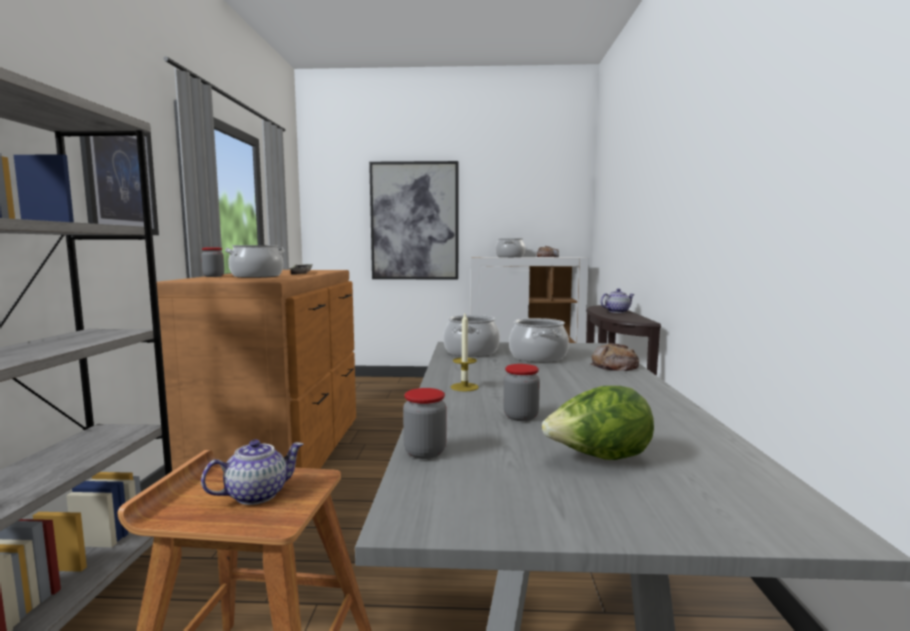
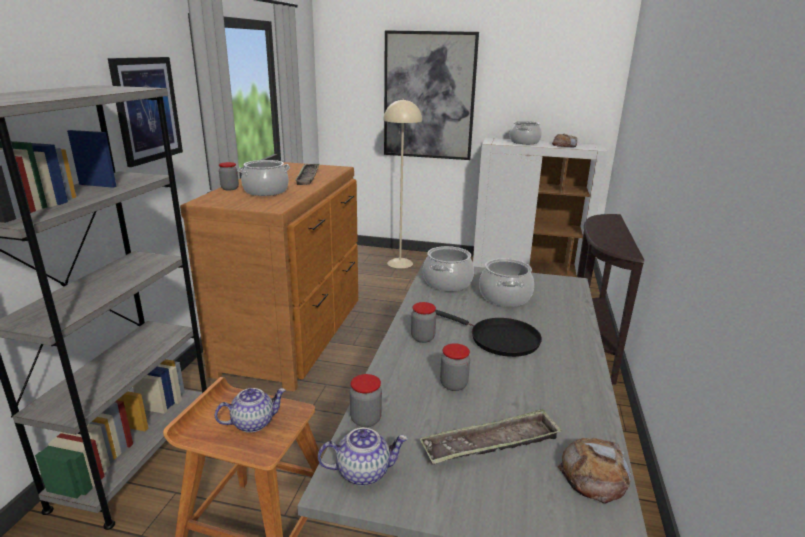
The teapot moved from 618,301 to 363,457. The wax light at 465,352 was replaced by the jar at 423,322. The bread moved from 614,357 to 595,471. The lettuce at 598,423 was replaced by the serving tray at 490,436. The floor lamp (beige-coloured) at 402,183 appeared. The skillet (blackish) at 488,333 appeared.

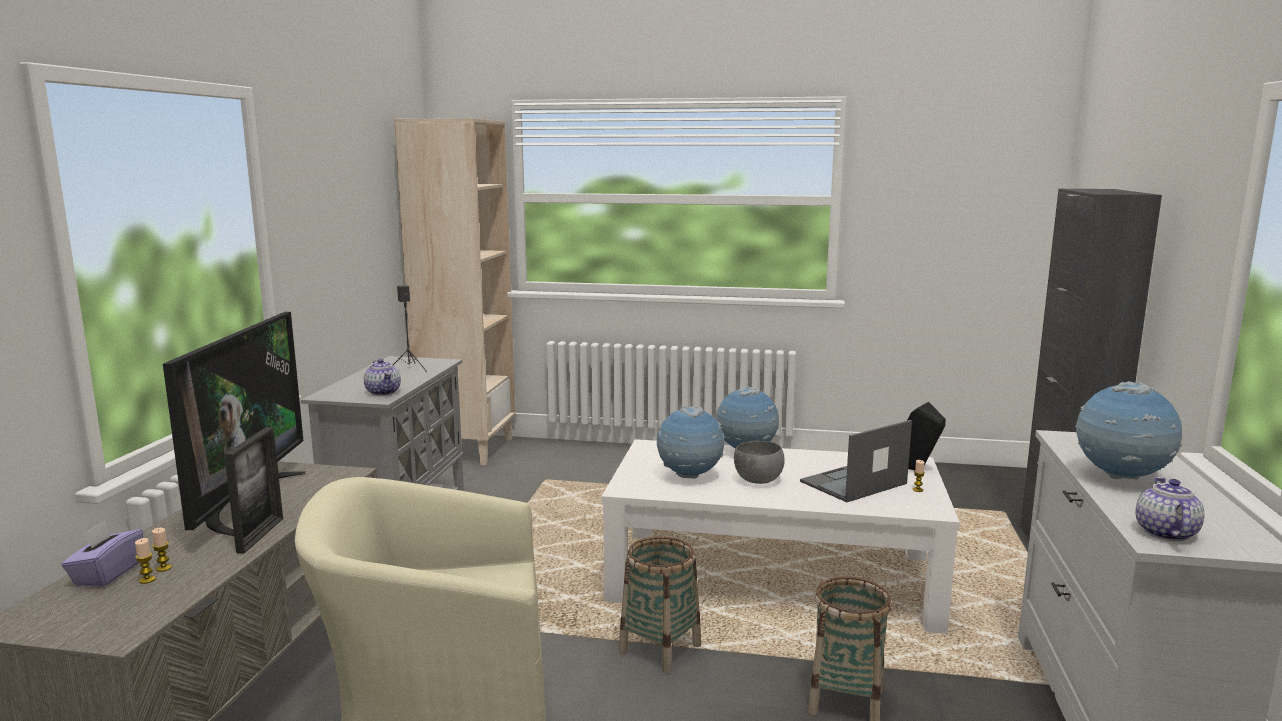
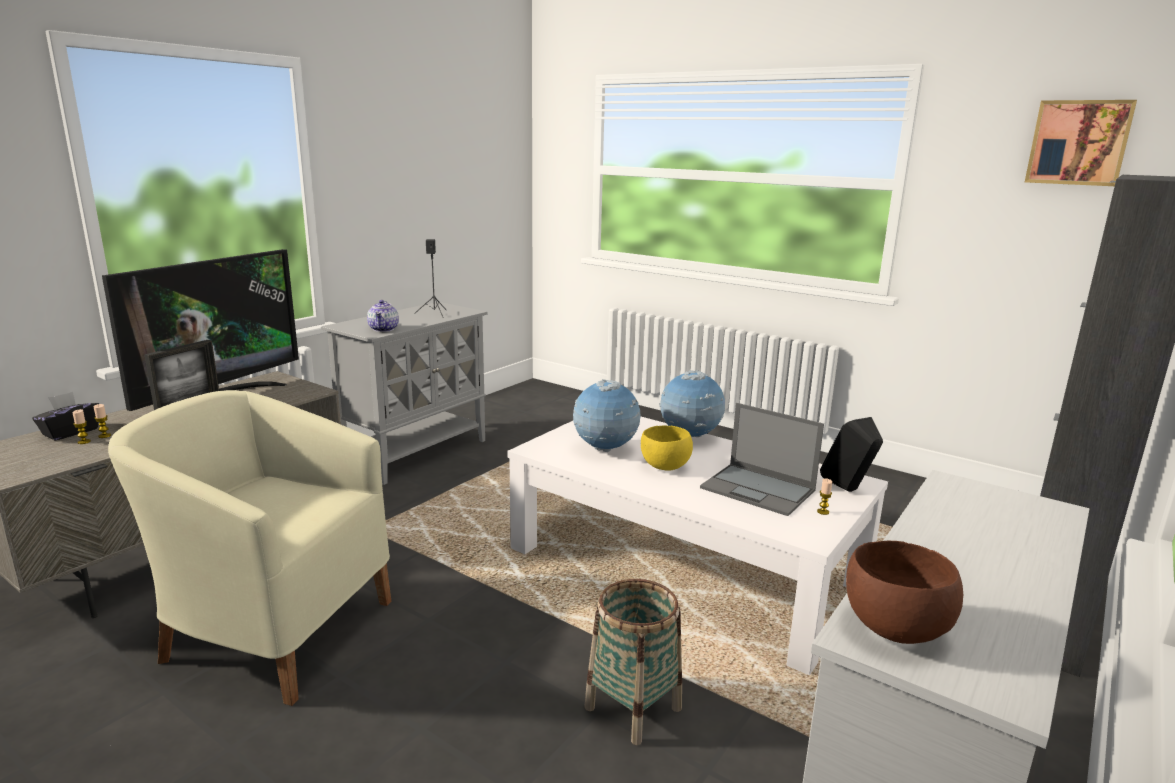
The bookshelf (beige-coloured) at 455,291 disappeared. The desk globe at 1128,430 disappeared. The laptop at 856,461 turned 135 degrees counterclockwise. The serving bowl (grey) at 759,462 became the serving bowl (yellow) at 667,448. The teapot at 1170,509 was replaced by the serving bowl (brown) at 904,592. The box of tissues (purplish) at 102,553 became the box of tissues (blackish) at 65,416. The storage basket at 660,604 disappeared. The picture at 1081,143 appeared.

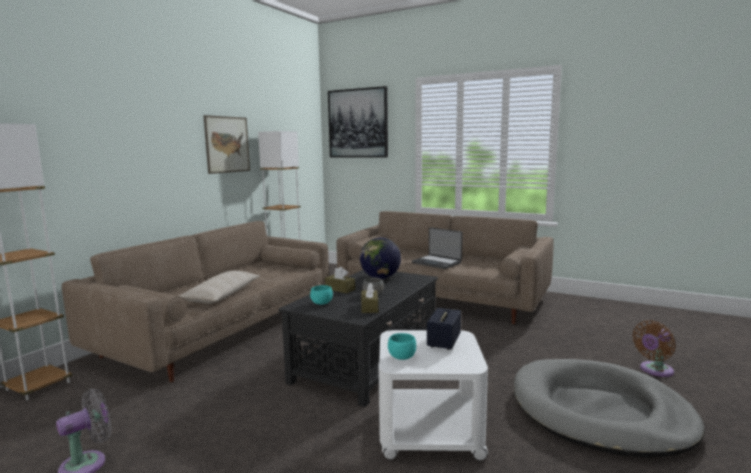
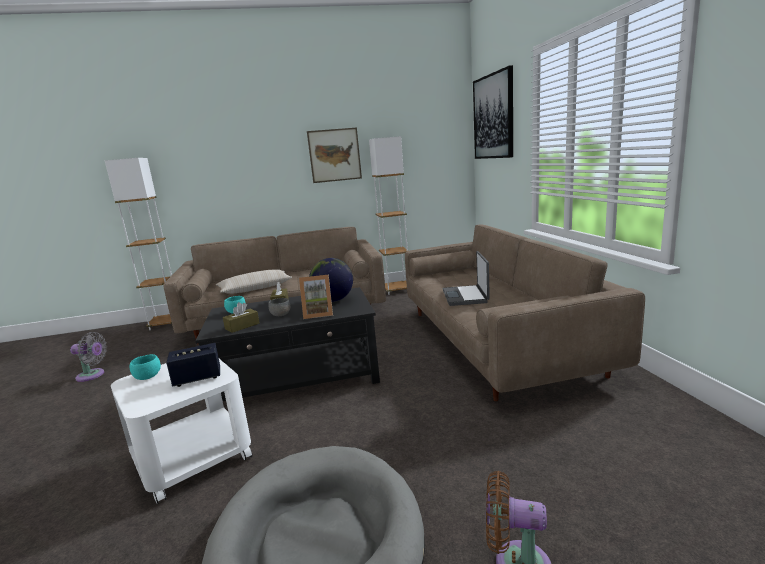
The photo frame at 316,297 appeared.

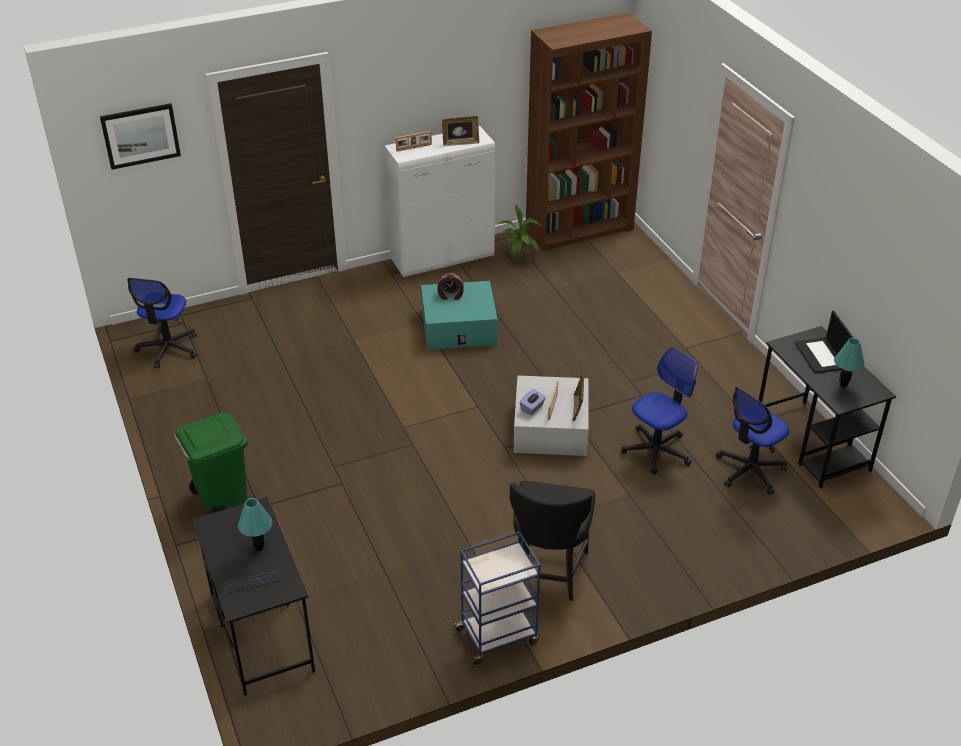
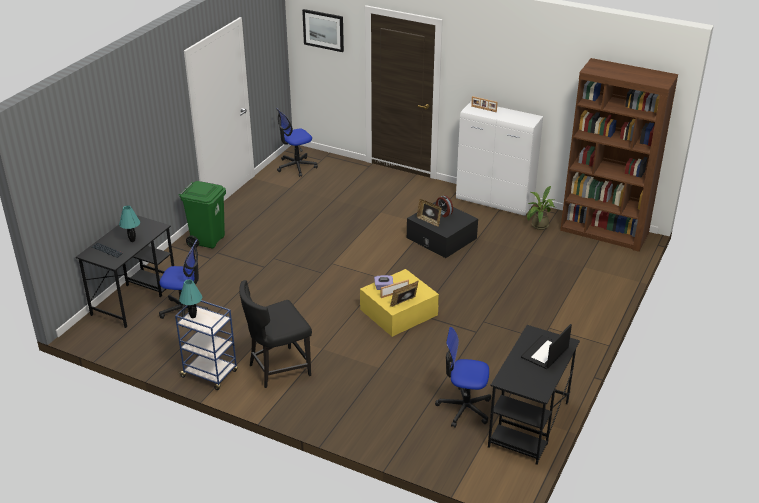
The photo frame moved from 460,131 to 429,213. The storage bin (turquoise) at 459,315 became the storage bin (blackish) at 442,230. The tabletop lamp (turquoise) moved from 849,362 to 190,298. The office chair moved from 659,411 to 185,279. The storage bin (whitish) at 551,415 became the storage bin (yellow) at 399,303.

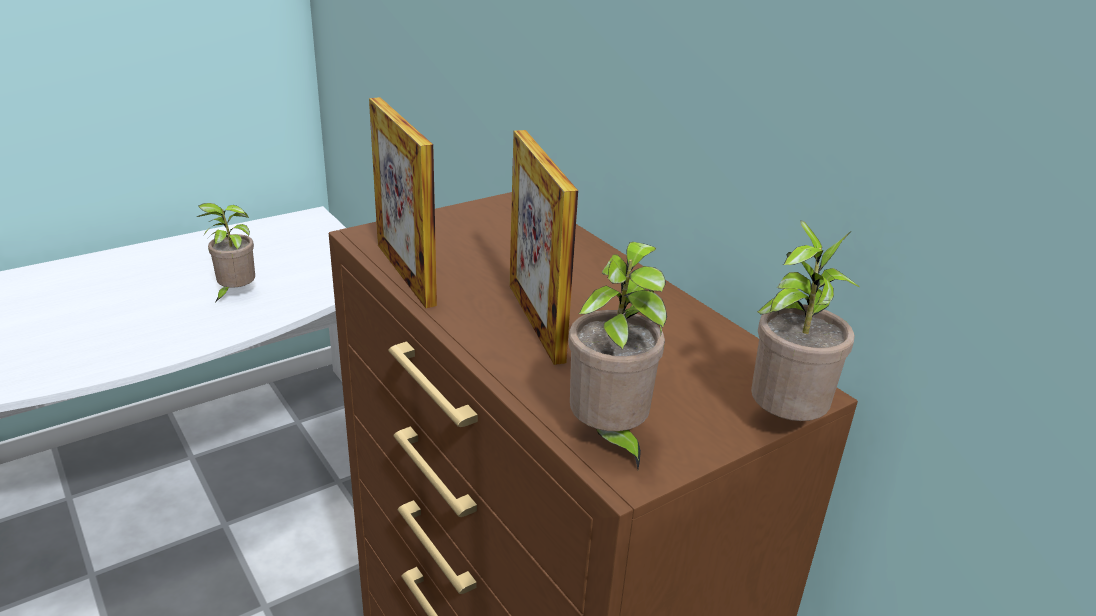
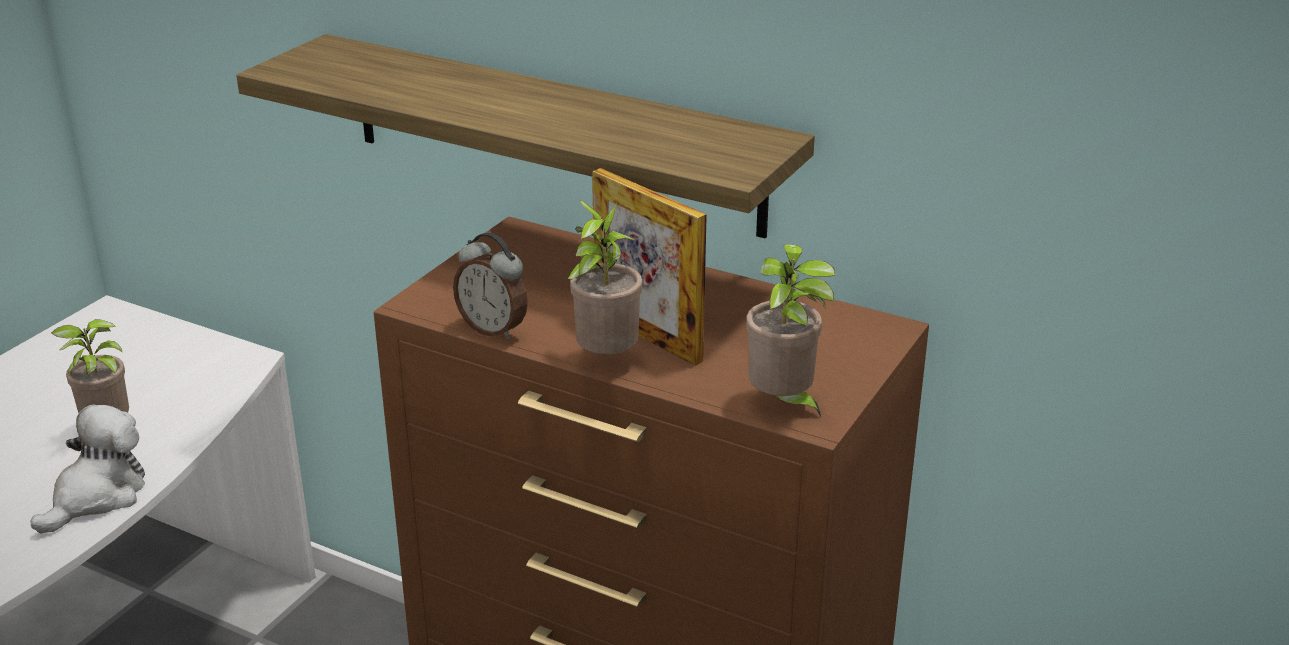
The photo frame at 403,202 was replaced by the bedside clock at 490,286. The plant in a pot moved from 806,320 to 605,277. The wall shelf at 525,136 appeared. The soft toy at 88,469 appeared.

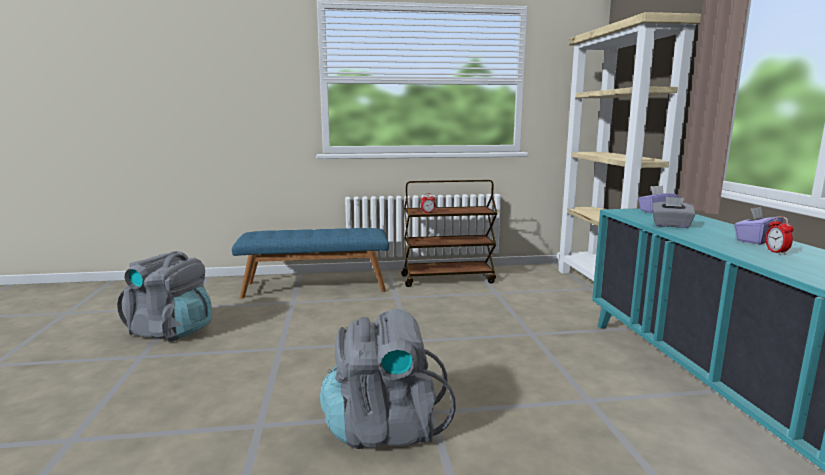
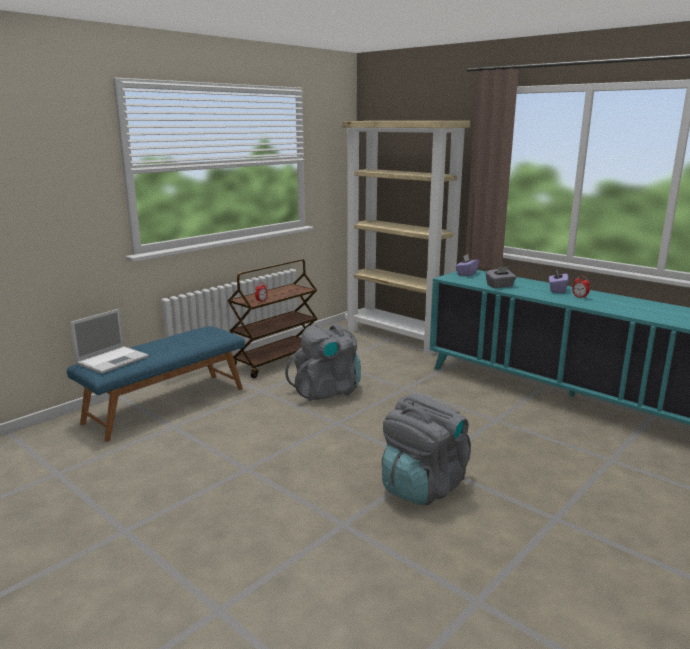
The rucksack (grey) moved from 164,296 to 323,362. The laptop at 109,341 appeared.

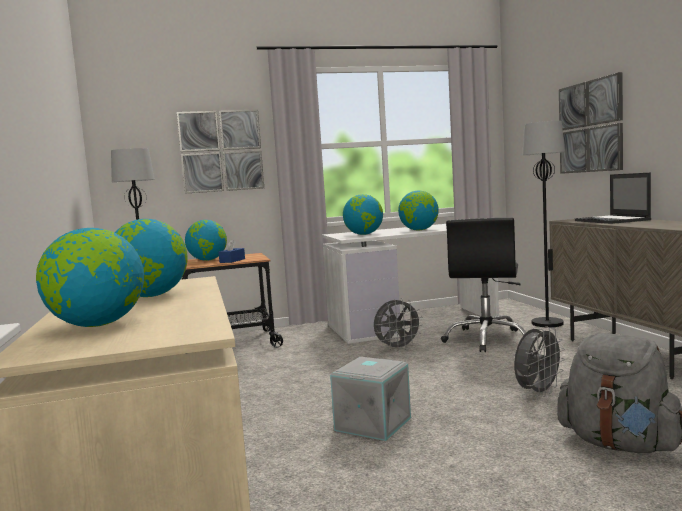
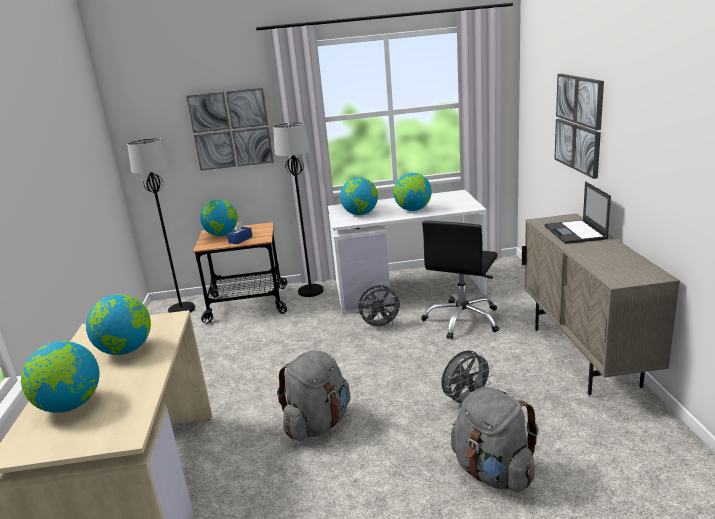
The floor lamp (blackish) moved from 543,224 to 298,209. The storage bin (grey) at 370,399 was replaced by the rucksack (grey) at 314,395.

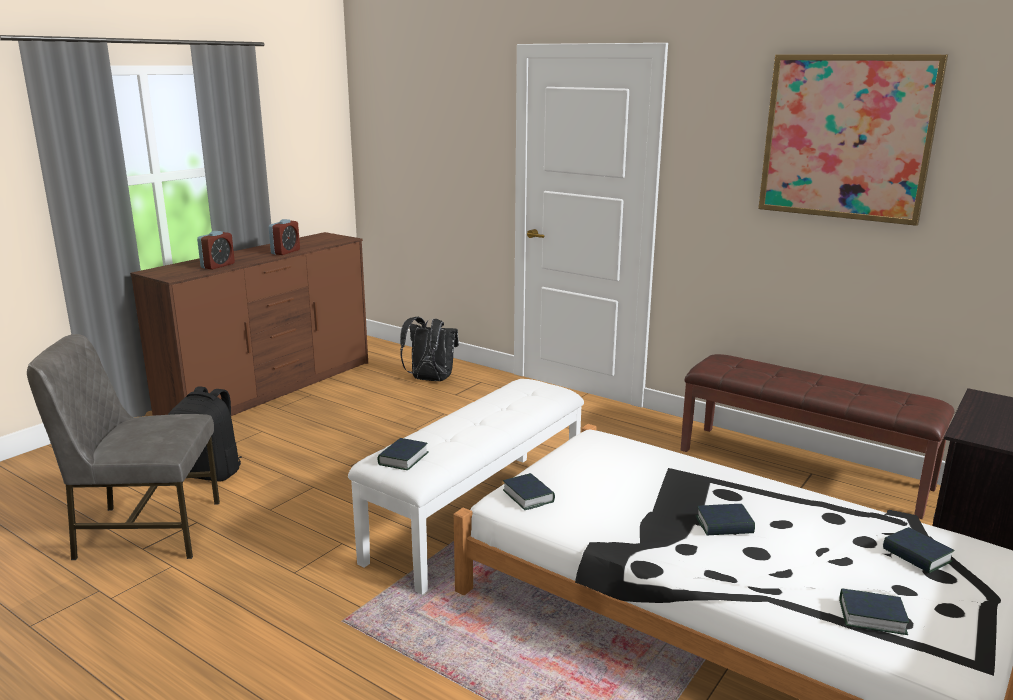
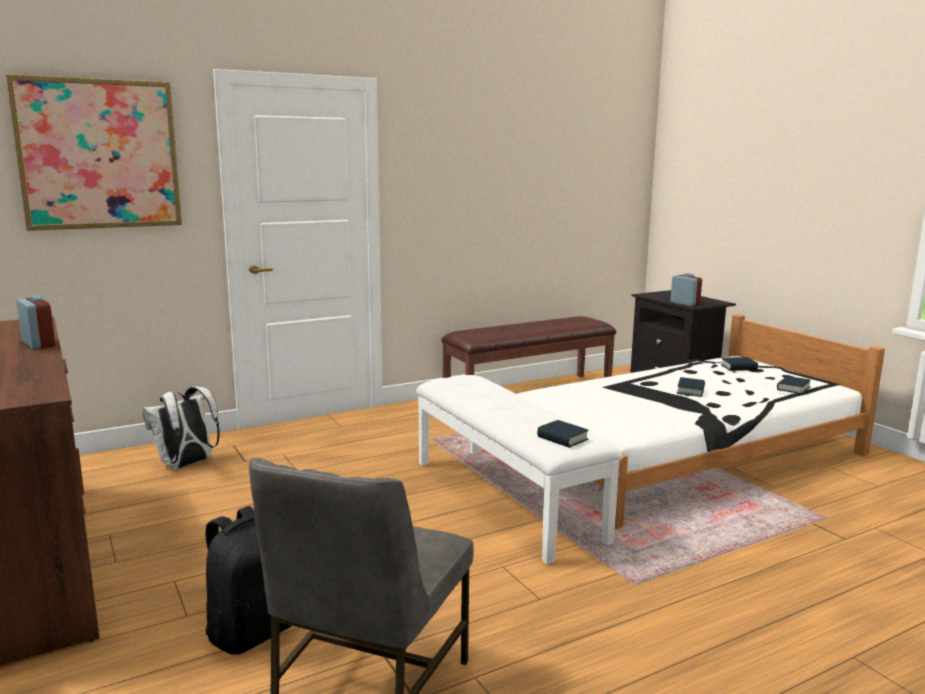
The picture moved from 853,140 to 94,152. The bedside clock moved from 216,250 to 686,289. The rucksack (blackish) at 429,349 became the rucksack (whitish) at 181,428. The volume at 529,491 disappeared.

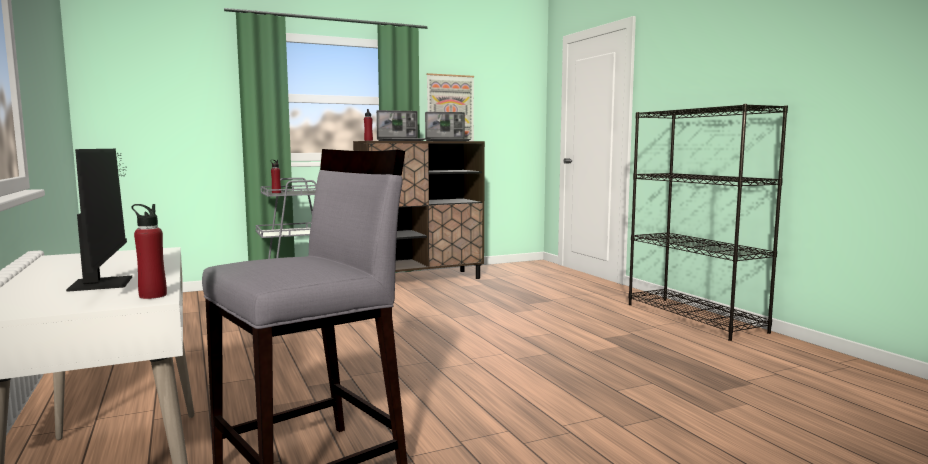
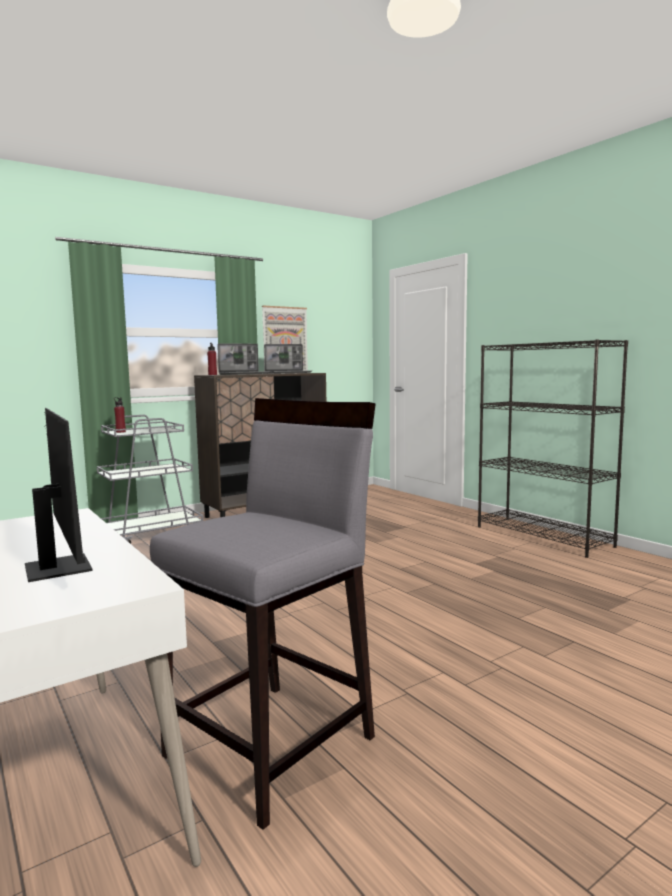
The drink bottle (red) at 149,251 disappeared.

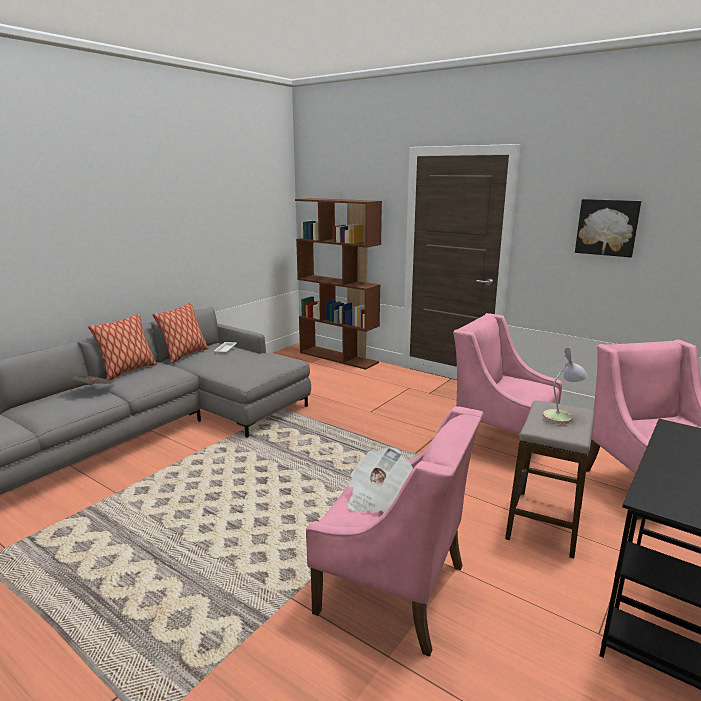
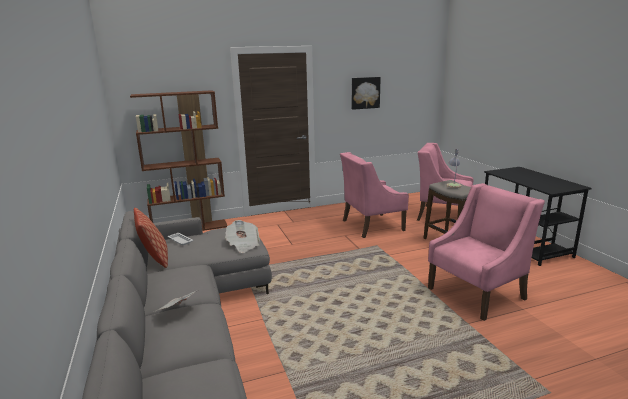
The throw pillow at 122,346 disappeared. The daily paper moved from 380,480 to 242,236.

